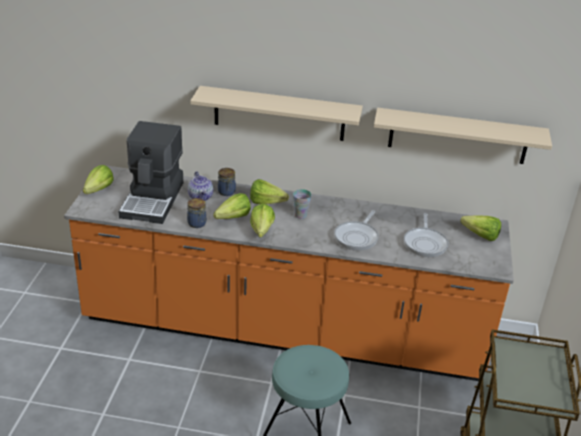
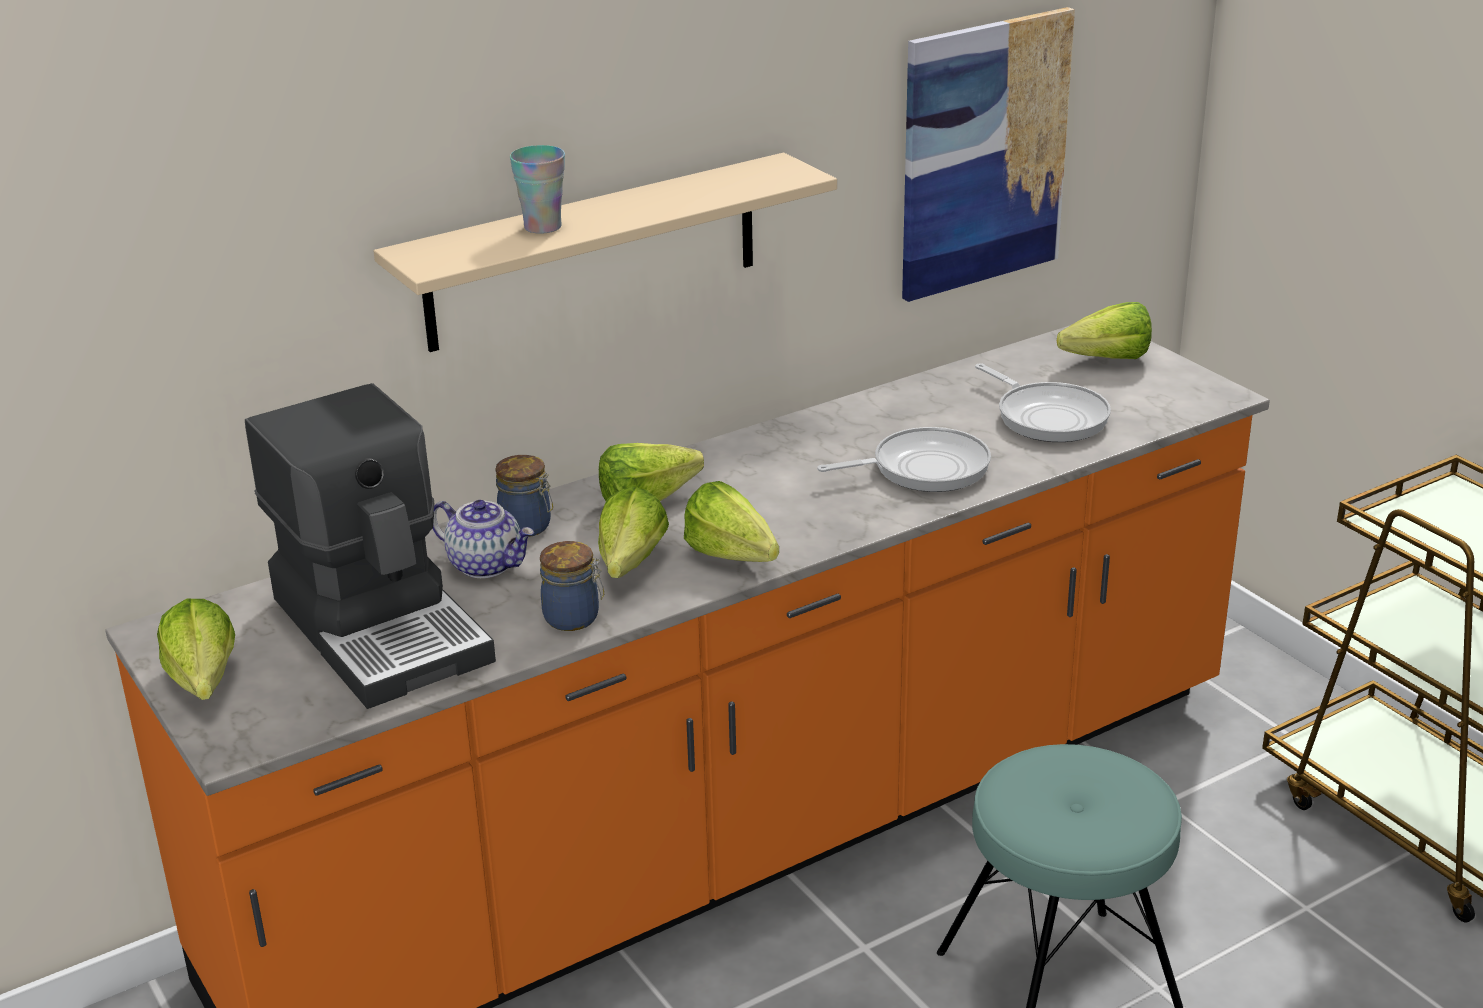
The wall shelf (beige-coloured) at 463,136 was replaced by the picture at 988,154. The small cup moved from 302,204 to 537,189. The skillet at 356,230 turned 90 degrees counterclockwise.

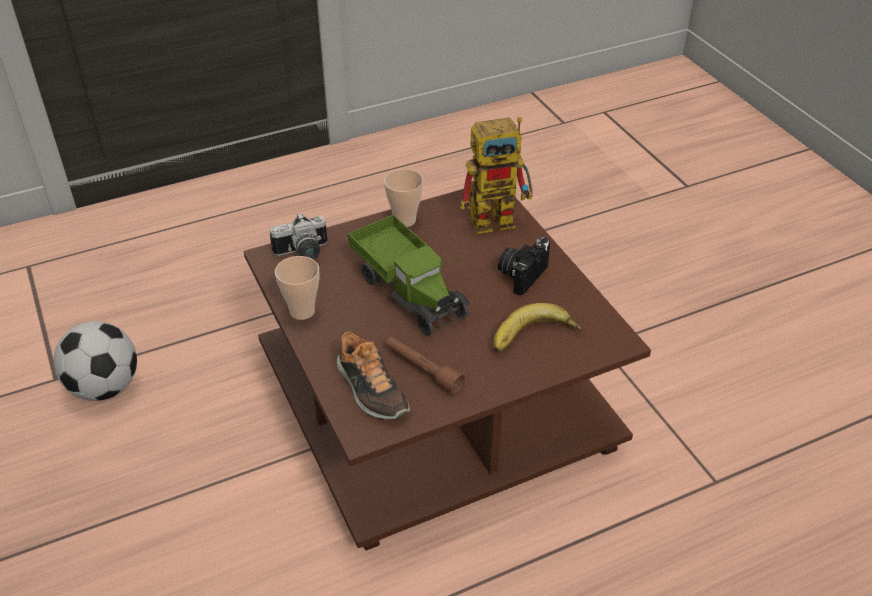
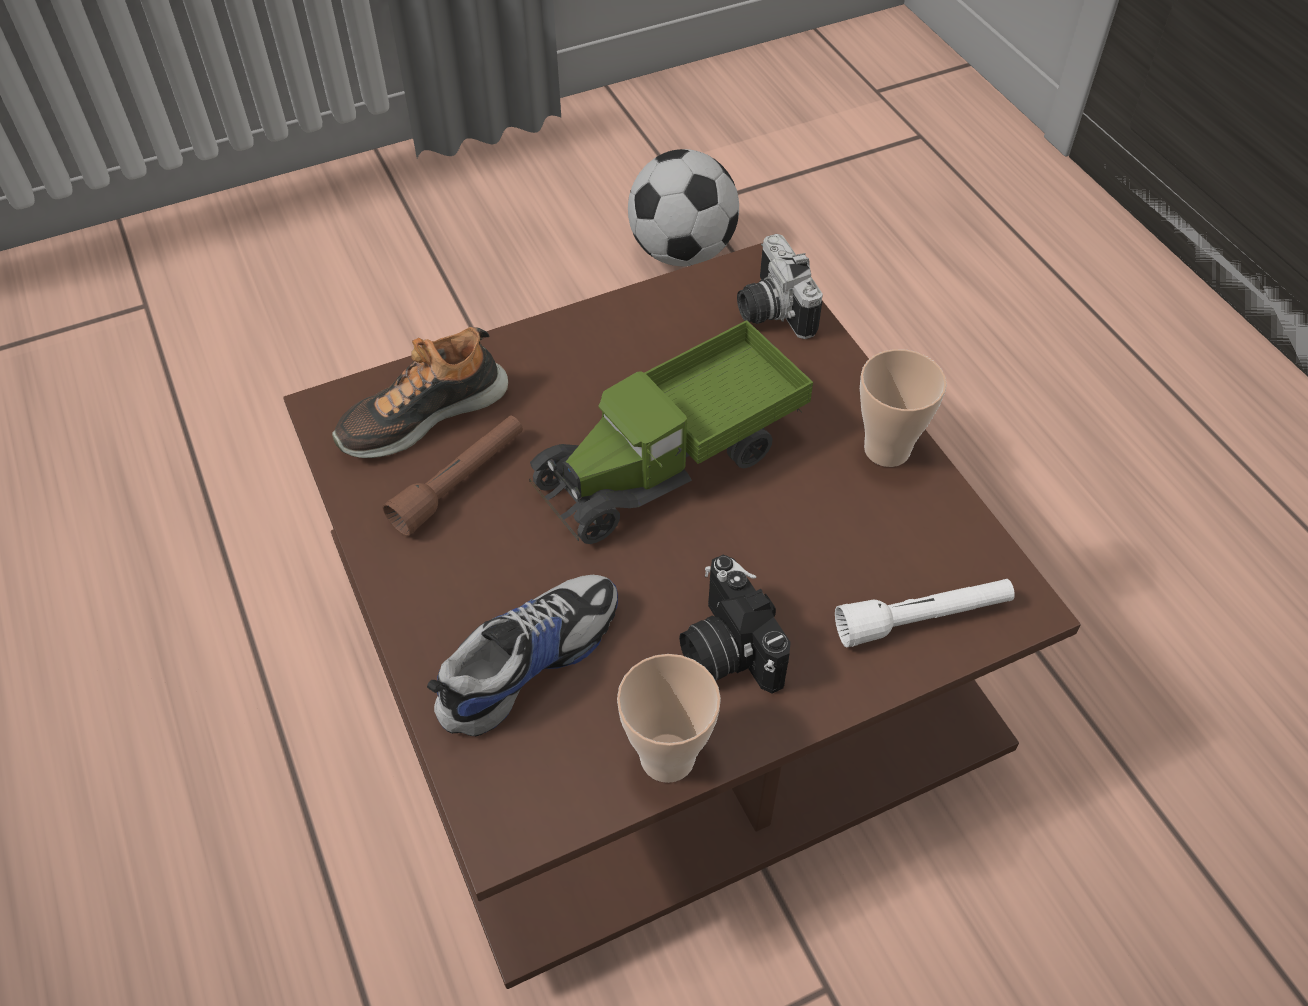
The robot figure at 496,175 was replaced by the torch (whitish) at 925,613. The photo camera at 524,266 turned 150 degrees counterclockwise. The small cup moved from 297,288 to 669,718. The banana fruit at 537,327 was replaced by the low shoe at 522,655.

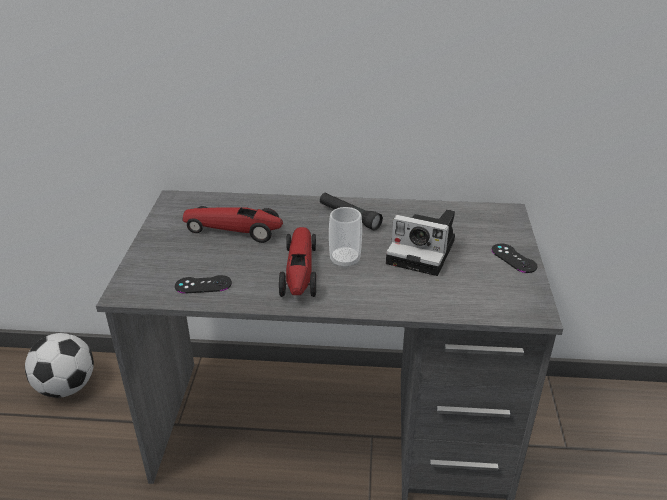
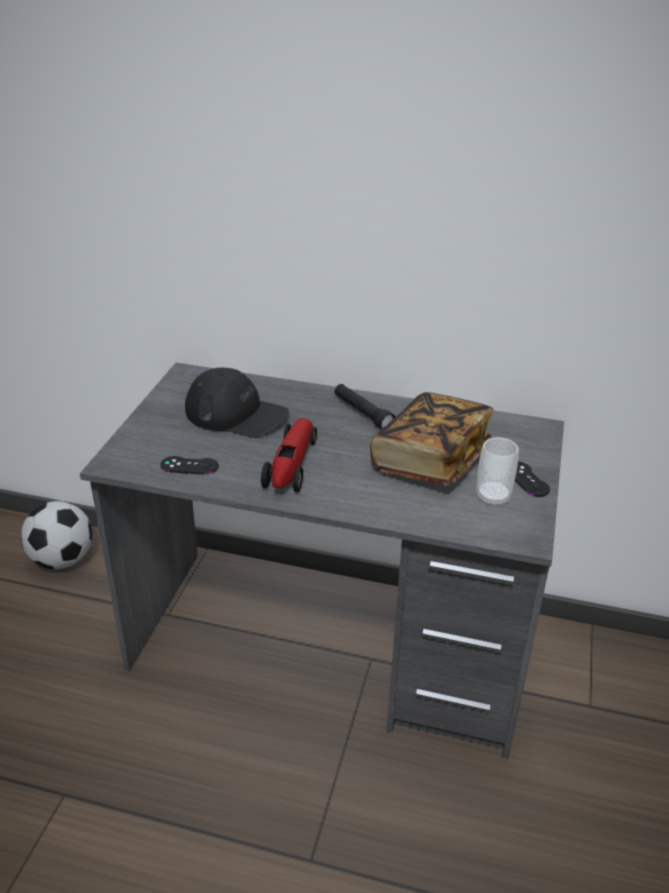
The toy car at 232,224 was replaced by the peaked cap (blackish) at 237,403. The small cup moved from 345,238 to 497,472. The photo camera at 420,243 was replaced by the volume at 431,439.

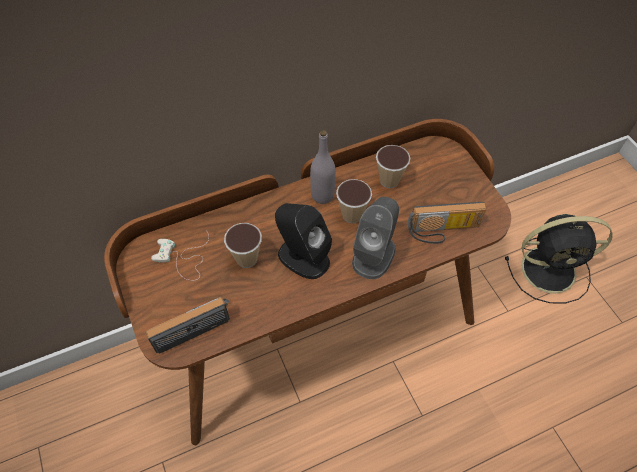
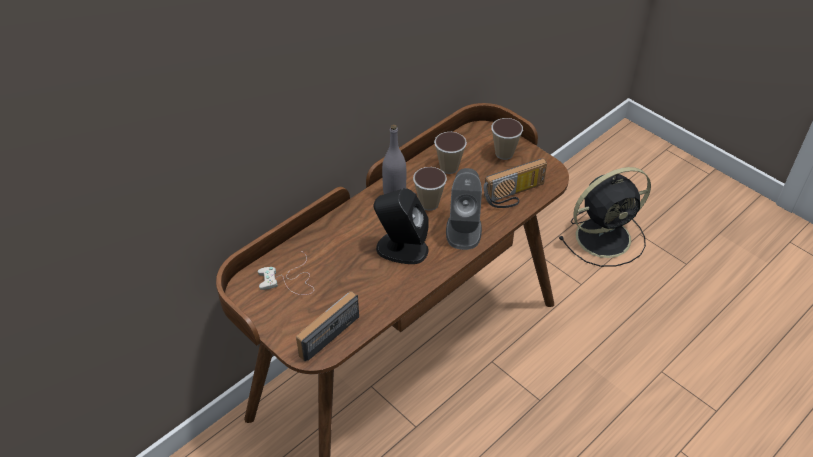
The small cup moved from 243,245 to 507,139.

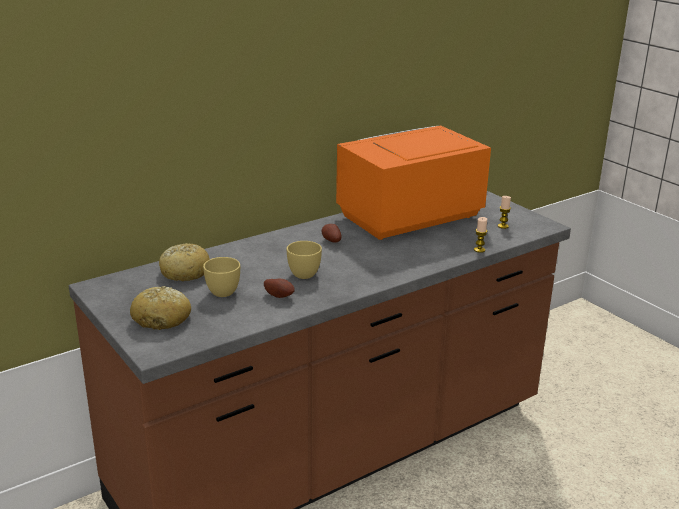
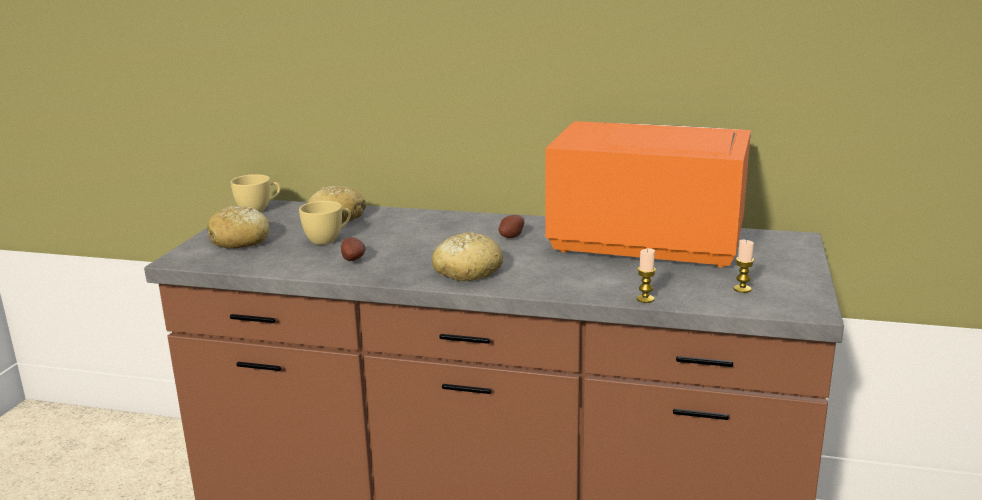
The small cup (yellow) moved from 304,260 to 256,193. The bread at 467,256 appeared.

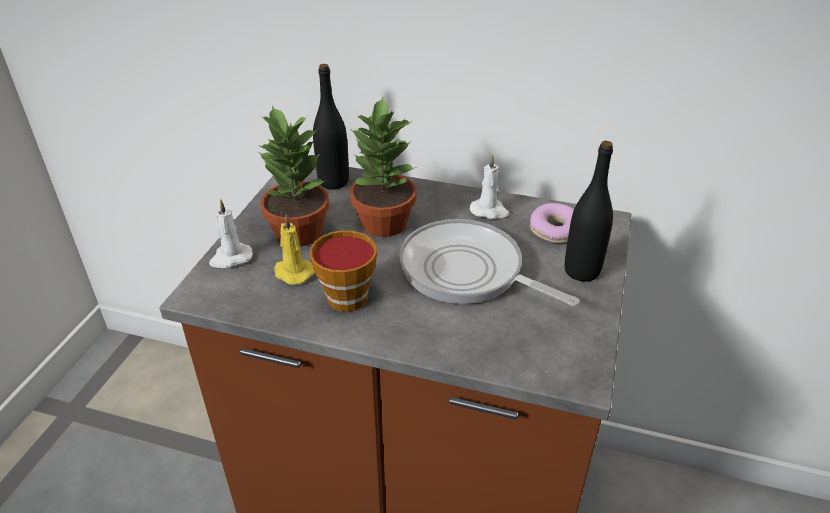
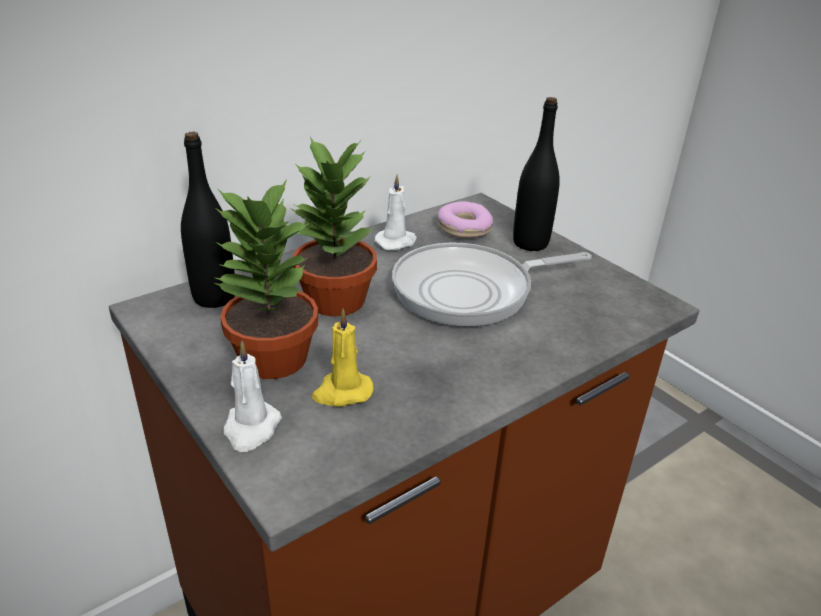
The small cup at 343,271 disappeared.

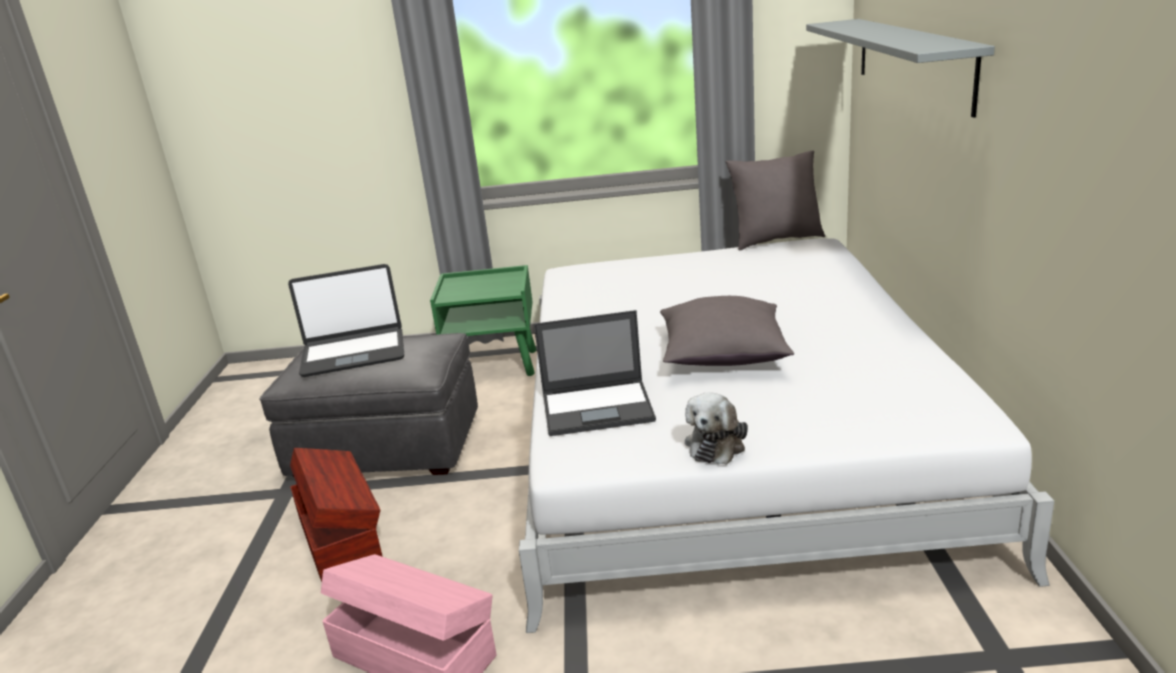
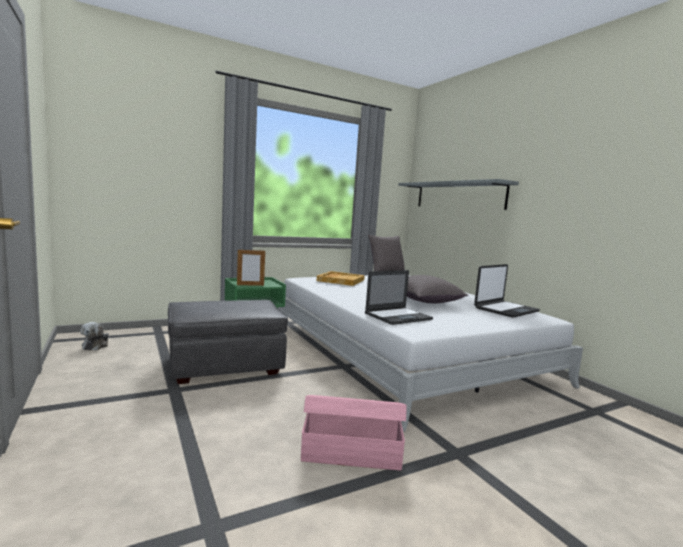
The laptop moved from 346,320 to 507,291. The soft toy moved from 716,428 to 95,336. The storage bin (brown) at 336,515 disappeared. The photo frame at 251,268 appeared. The serving tray (beige-coloured) at 341,278 appeared.

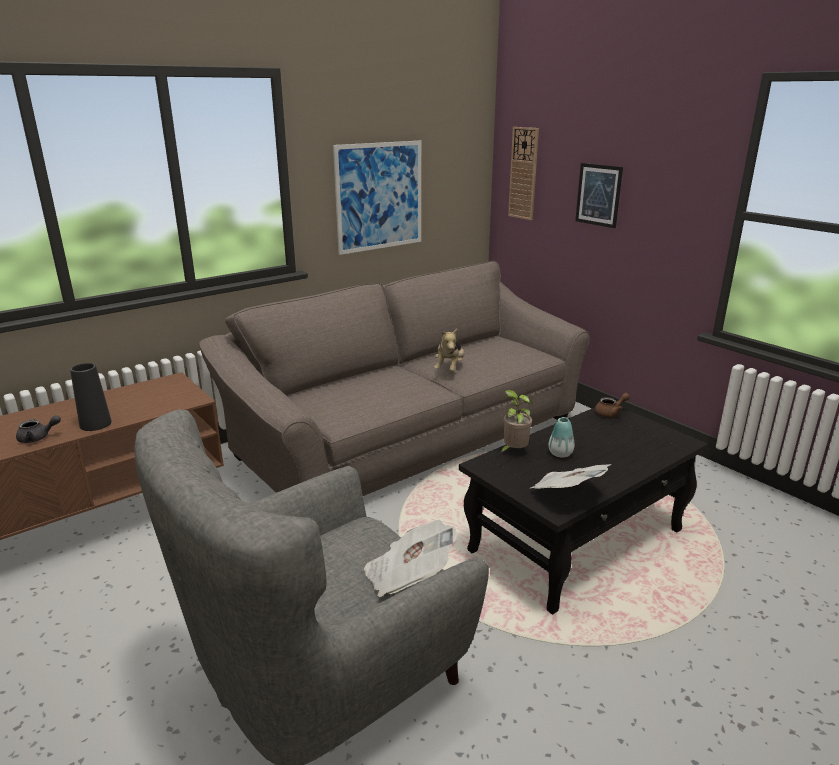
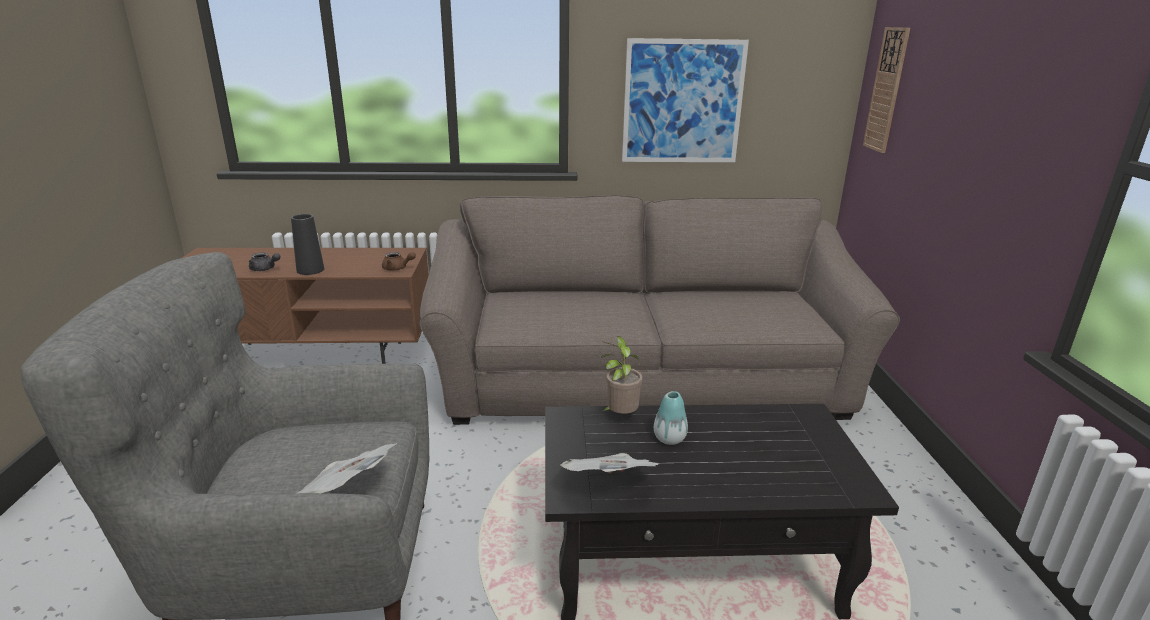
The picture at 599,195 disappeared. The soft toy at 449,350 disappeared. The teapot (brown) moved from 612,405 to 399,261.

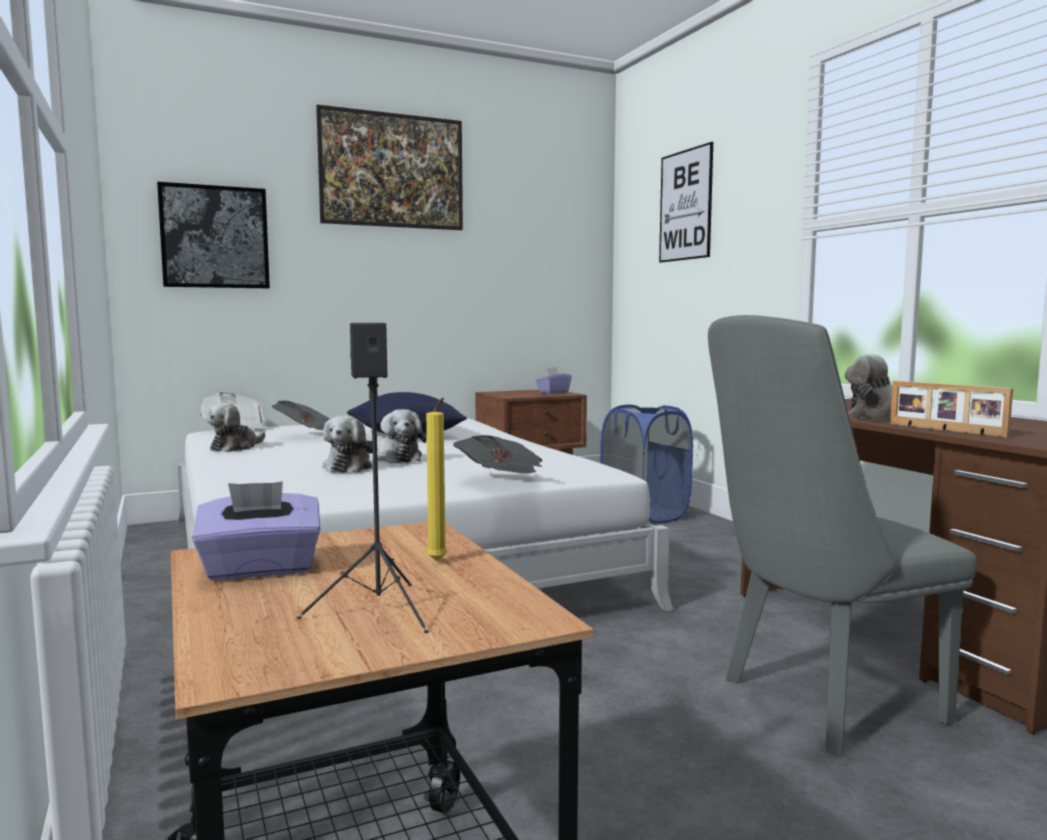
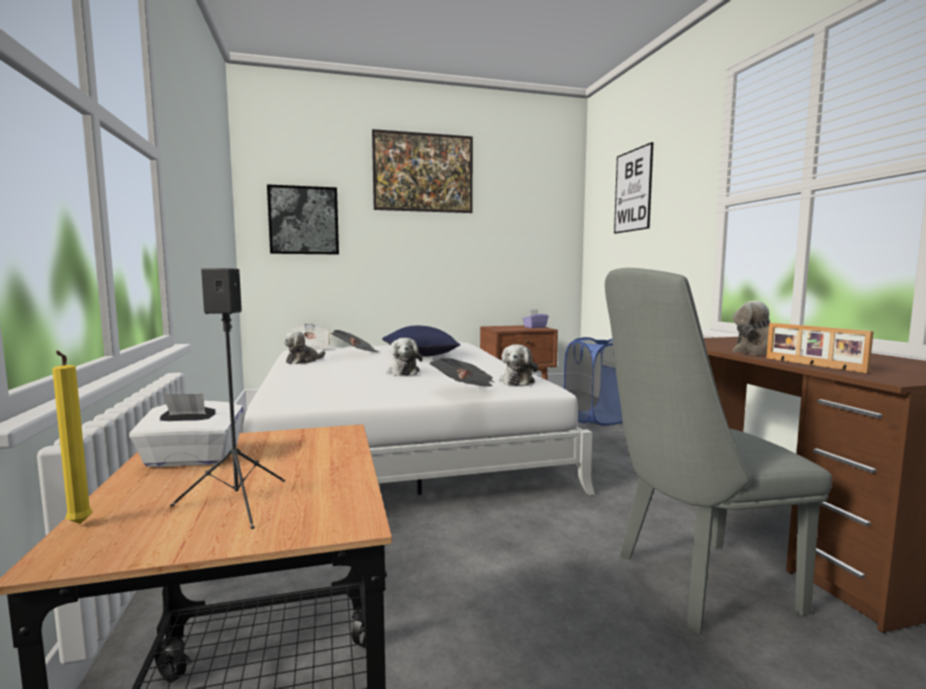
The wax light (yellow) moved from 437,479 to 72,437. The soft toy moved from 347,444 to 518,365. The box of tissues (purplish) at 256,530 became the box of tissues (whitish) at 186,430.

